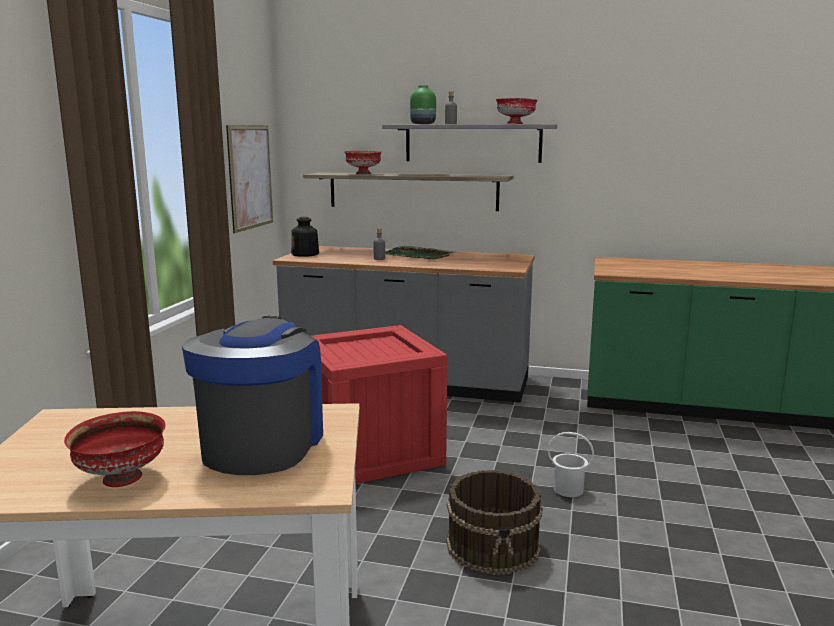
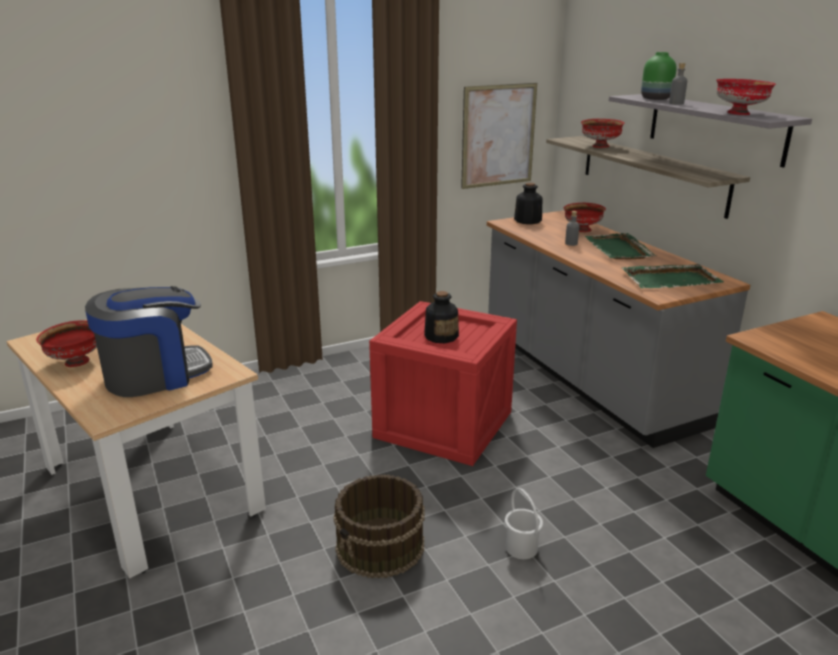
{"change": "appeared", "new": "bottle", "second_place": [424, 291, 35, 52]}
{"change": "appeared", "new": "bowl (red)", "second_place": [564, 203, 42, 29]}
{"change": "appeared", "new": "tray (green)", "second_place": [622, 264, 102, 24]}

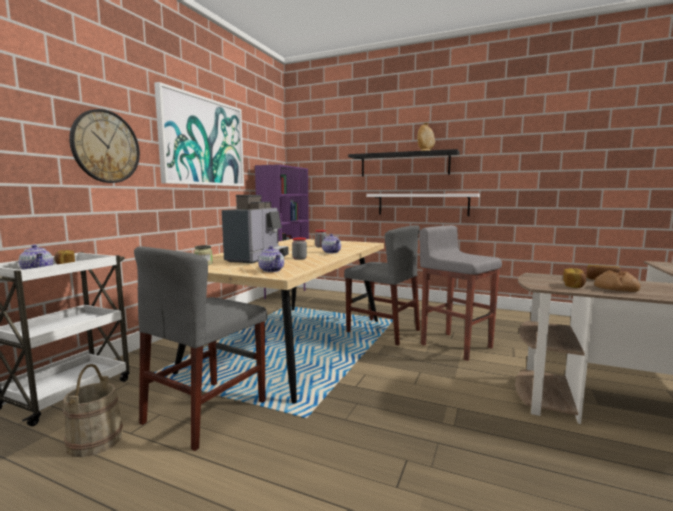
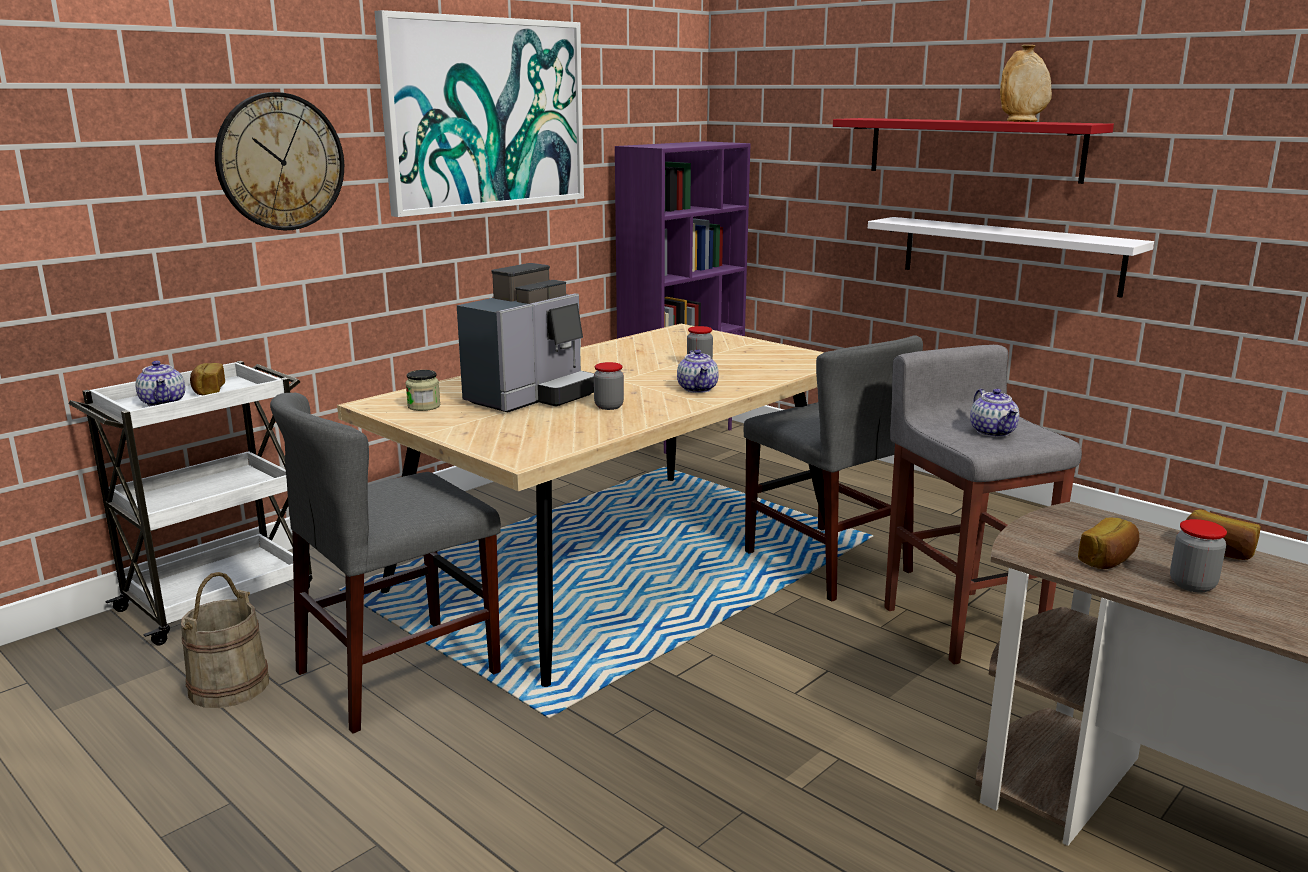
{"change": "colour", "old": "shelf (black)", "new": "shelf (red)", "first_place": [348, 149, 112, 27], "second_place": [833, 118, 281, 66]}
{"change": "relocated", "old": "teapot", "first_place": [258, 246, 26, 26], "second_place": [970, 389, 49, 48]}
{"change": "exchanged", "old": "bread", "new": "jar", "first_place": [594, 270, 46, 22], "second_place": [1170, 519, 57, 74]}

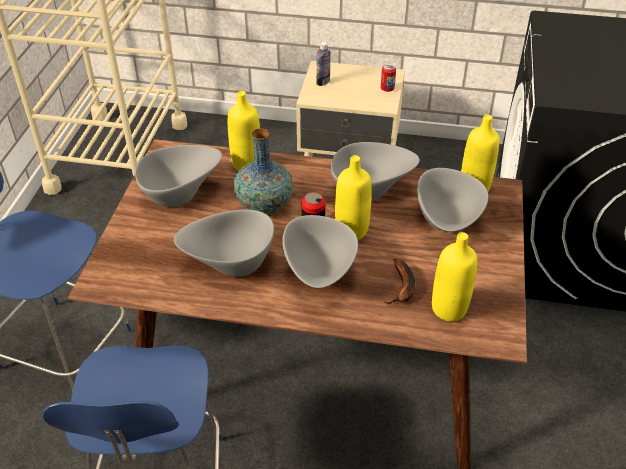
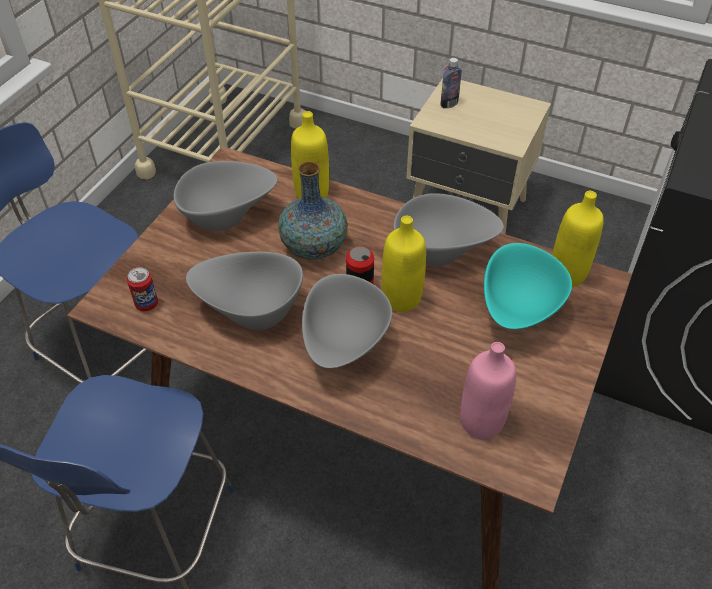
{"change": "relocated", "old": "can", "first_place": [381, 63, 15, 29], "second_place": [127, 267, 31, 44]}
{"change": "colour", "old": "bottle (yellow)", "new": "bottle (pink)", "first_place": [432, 232, 46, 90], "second_place": [460, 342, 56, 98]}
{"change": "colour", "old": "bowl (grey)", "new": "bowl (turquoise)", "first_place": [417, 168, 71, 64], "second_place": [484, 243, 88, 86]}
{"change": "missing", "old": "banana", "first_place": [385, 258, 30, 47]}

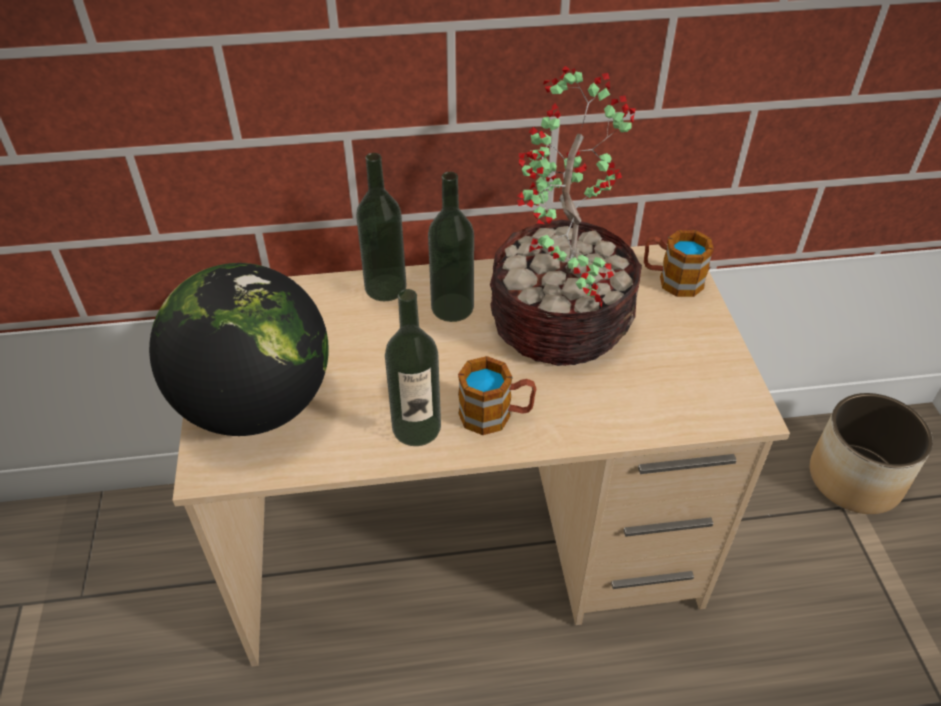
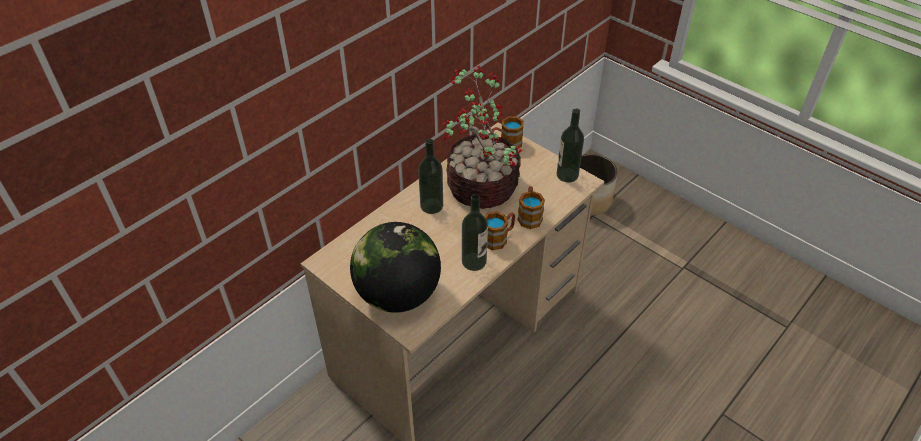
{"change": "appeared", "new": "mug", "second_place": [517, 186, 28, 43]}
{"change": "relocated", "old": "bottle", "first_place": [356, 153, 51, 148], "second_place": [557, 108, 27, 75]}

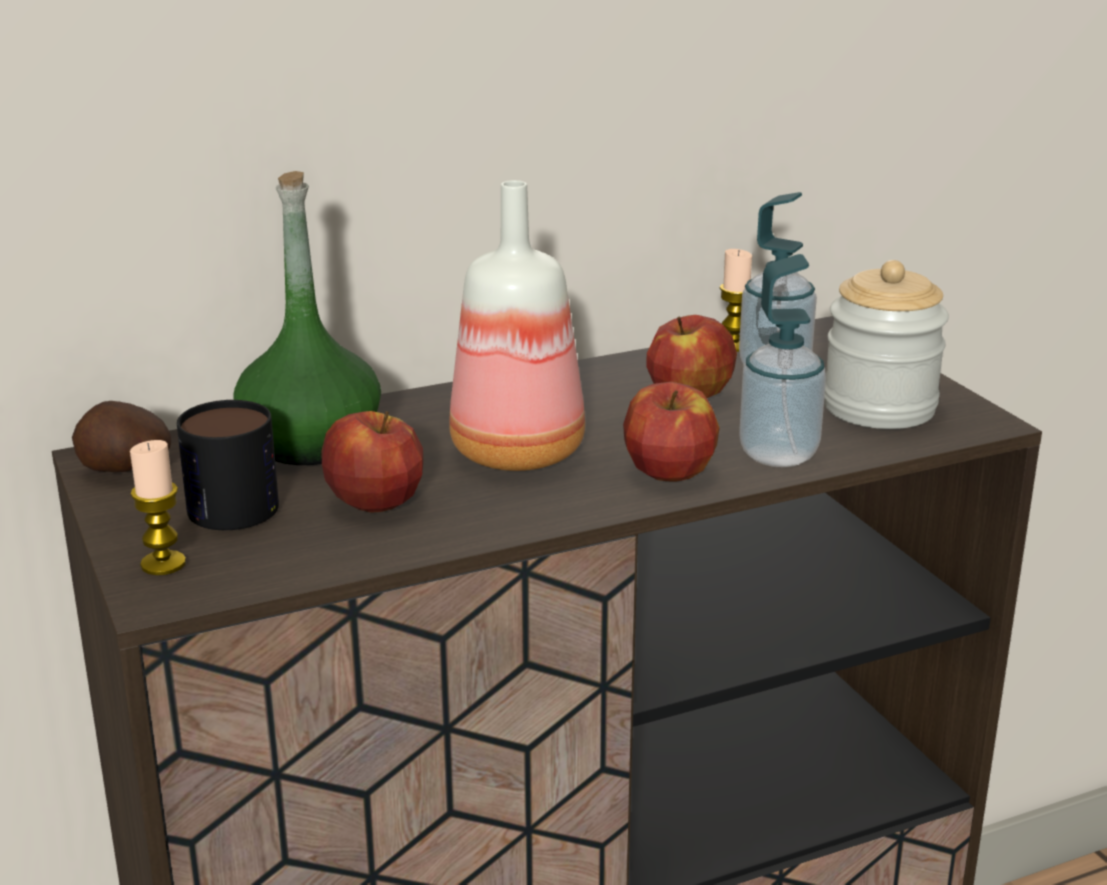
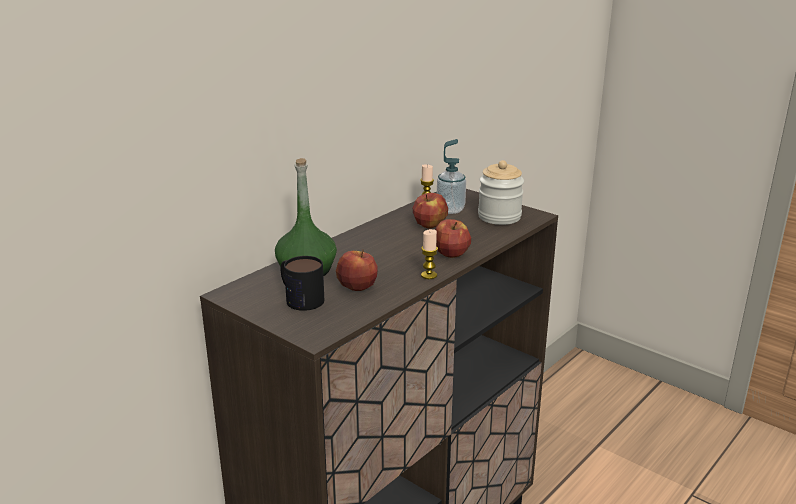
{"change": "relocated", "old": "candle", "first_place": [130, 440, 56, 135], "second_place": [421, 229, 17, 50]}
{"change": "missing", "old": "potato", "first_place": [72, 401, 99, 71]}
{"change": "missing", "old": "bottle", "first_place": [449, 180, 136, 291]}
{"change": "missing", "old": "soap dispenser", "first_place": [739, 254, 87, 213]}

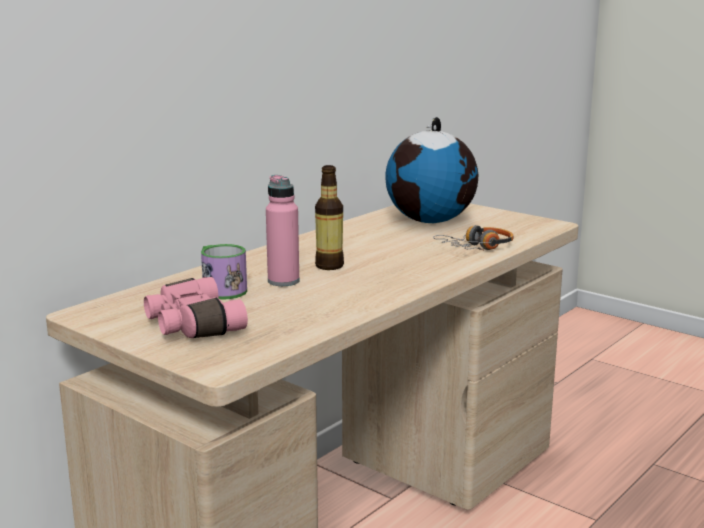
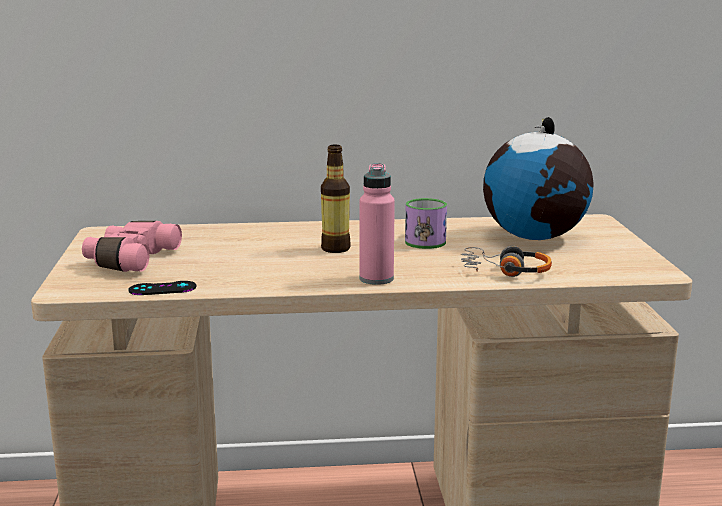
{"change": "appeared", "new": "game controller (black)", "second_place": [128, 281, 68, 14]}
{"change": "relocated", "old": "bottle (pink)", "first_place": [266, 175, 33, 111], "second_place": [360, 163, 35, 122]}
{"change": "relocated", "old": "mug", "first_place": [201, 244, 46, 56], "second_place": [405, 198, 42, 51]}

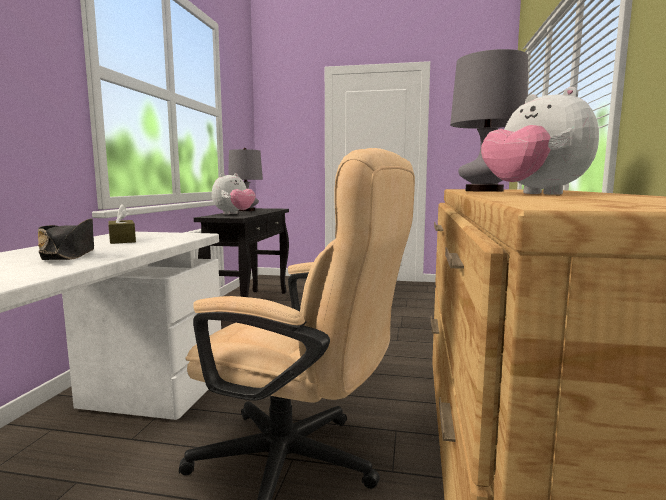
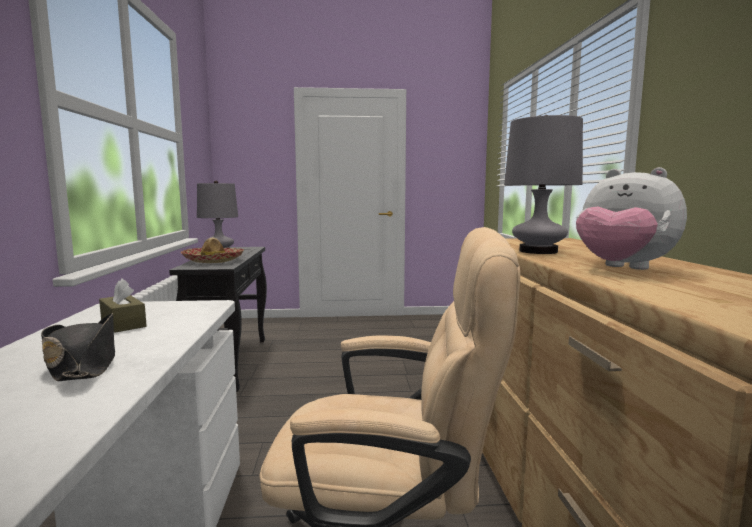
{"change": "exchanged", "old": "plush toy", "new": "hat", "first_place": [212, 173, 44, 42], "second_place": [181, 237, 63, 26]}

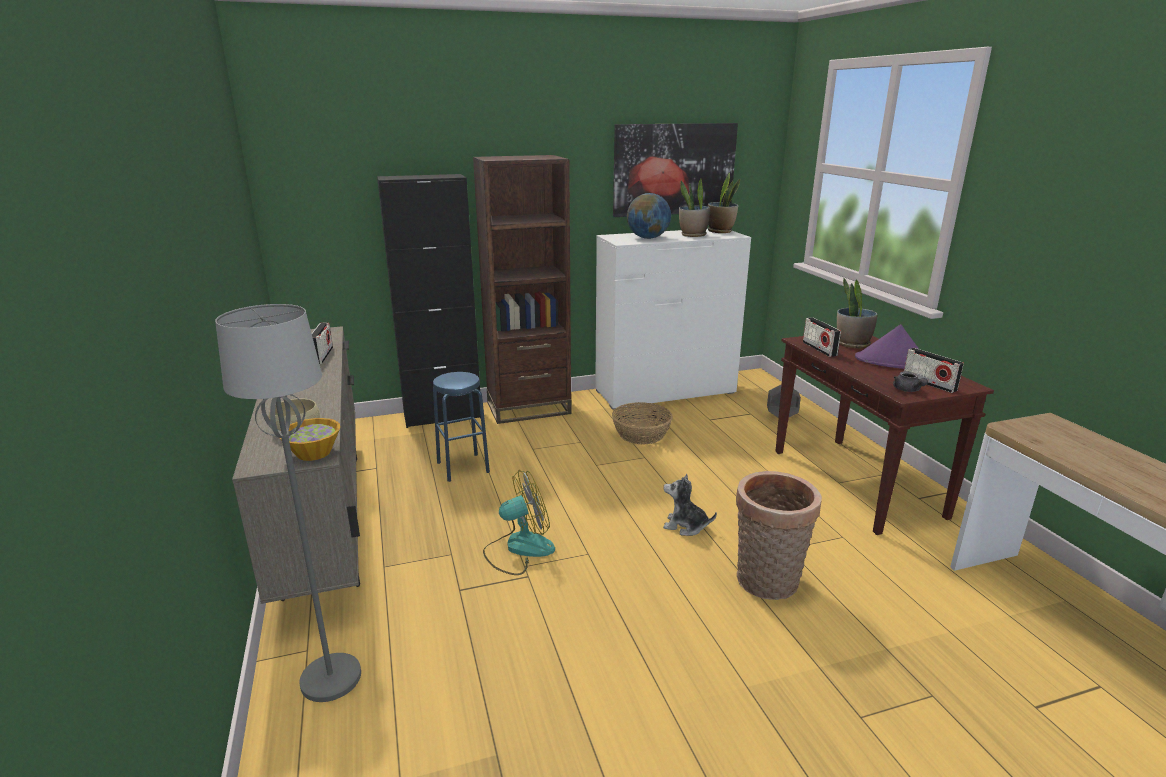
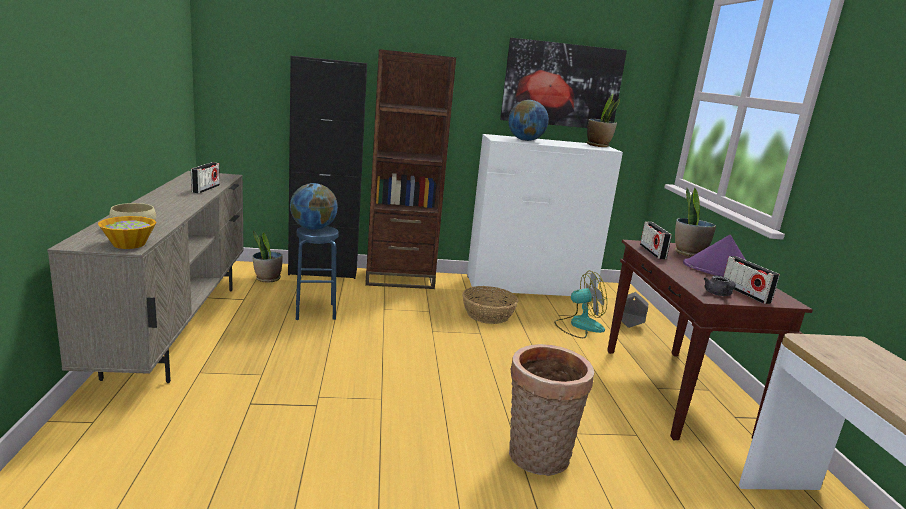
{"change": "relocated", "old": "potted plant", "first_place": [679, 179, 31, 58], "second_place": [252, 231, 30, 52]}
{"change": "appeared", "new": "globe", "second_place": [290, 183, 48, 47]}
{"change": "relocated", "old": "fan", "first_place": [483, 470, 72, 105], "second_place": [554, 271, 53, 67]}
{"change": "missing", "old": "floor lamp (grey)", "first_place": [215, 304, 146, 398]}
{"change": "missing", "old": "plush toy", "first_place": [663, 474, 54, 62]}

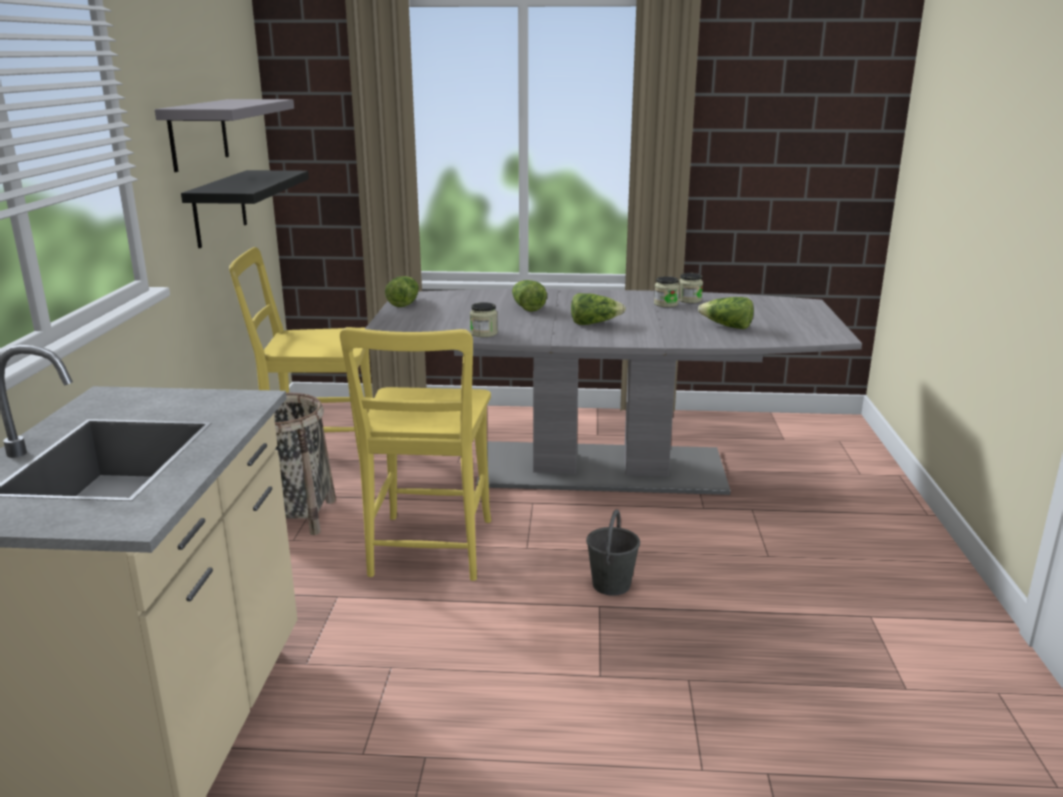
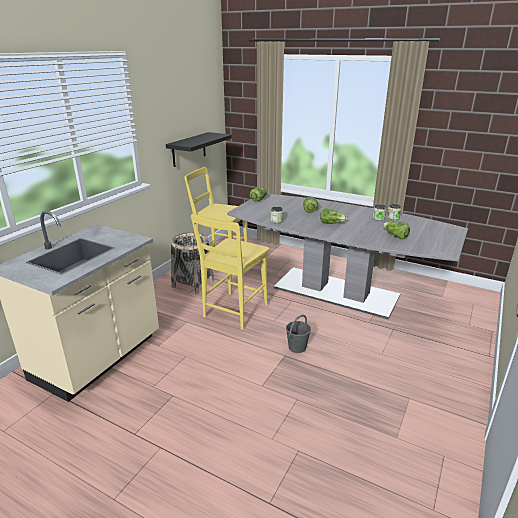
{"change": "missing", "old": "shelf (grey)", "first_place": [155, 99, 139, 73]}

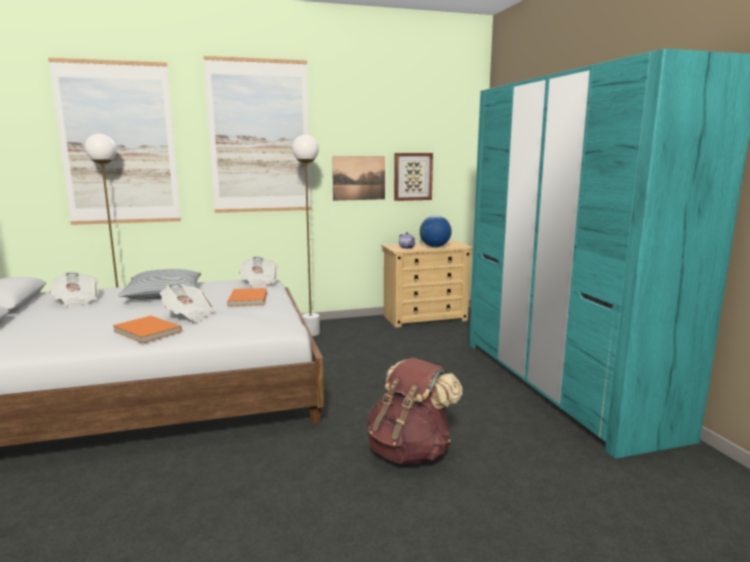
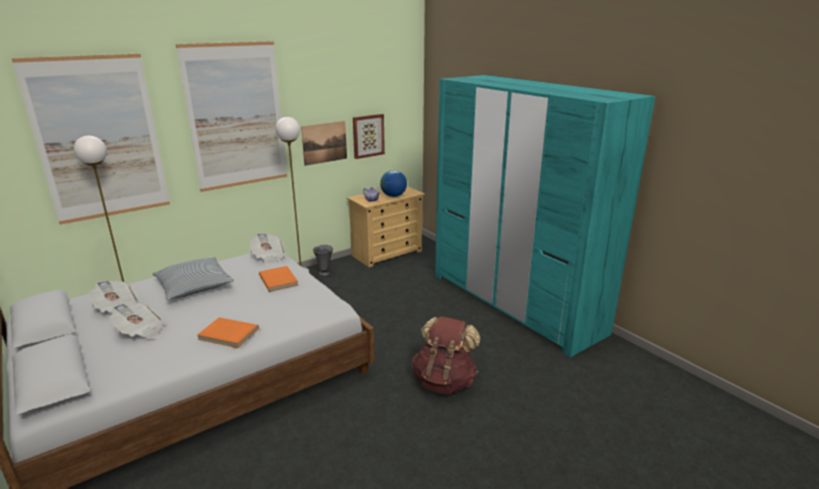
{"change": "relocated", "old": "newspaper", "first_place": [160, 283, 55, 38], "second_place": [109, 303, 56, 36]}
{"change": "appeared", "new": "vase (grey)", "second_place": [313, 245, 20, 31]}

